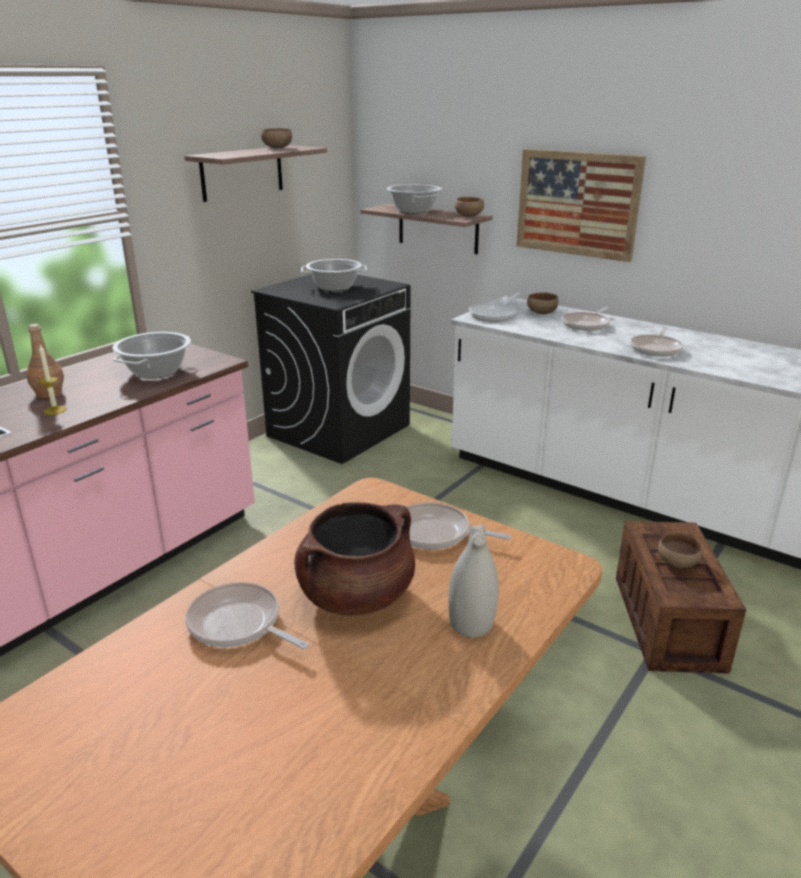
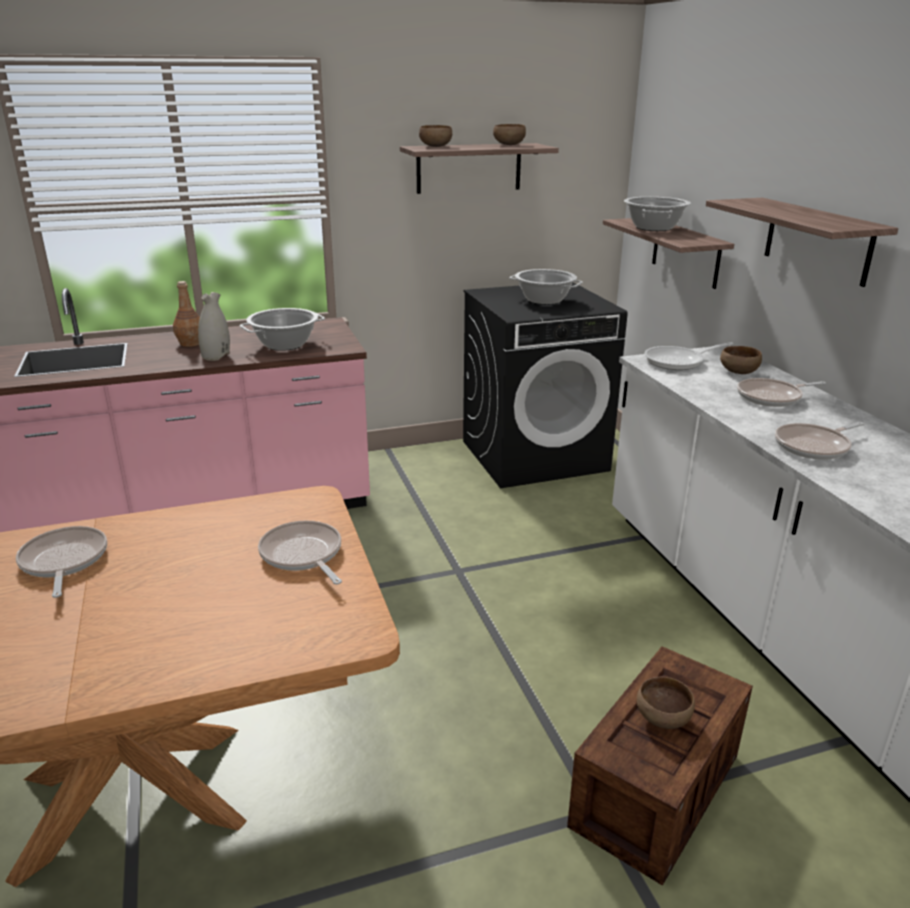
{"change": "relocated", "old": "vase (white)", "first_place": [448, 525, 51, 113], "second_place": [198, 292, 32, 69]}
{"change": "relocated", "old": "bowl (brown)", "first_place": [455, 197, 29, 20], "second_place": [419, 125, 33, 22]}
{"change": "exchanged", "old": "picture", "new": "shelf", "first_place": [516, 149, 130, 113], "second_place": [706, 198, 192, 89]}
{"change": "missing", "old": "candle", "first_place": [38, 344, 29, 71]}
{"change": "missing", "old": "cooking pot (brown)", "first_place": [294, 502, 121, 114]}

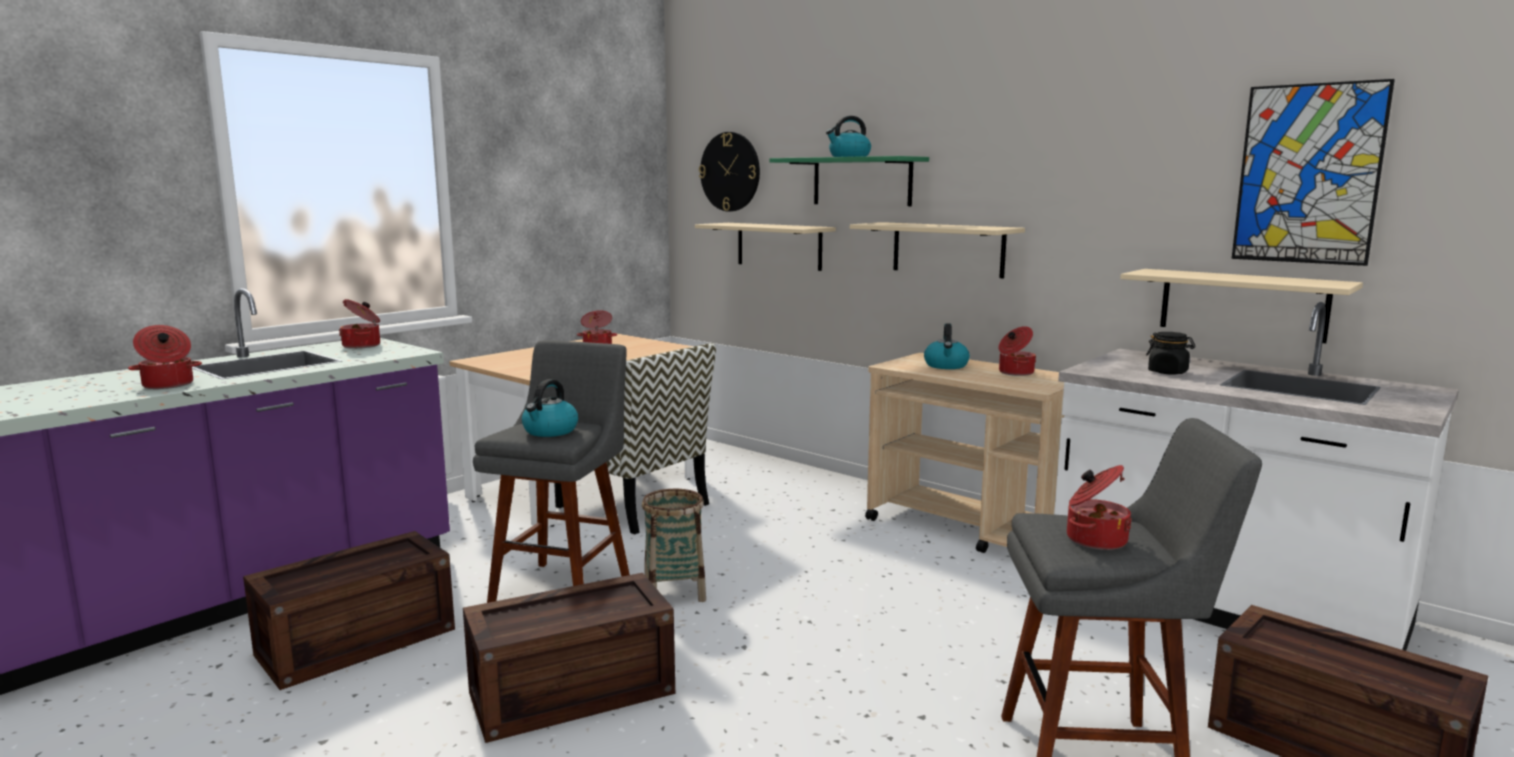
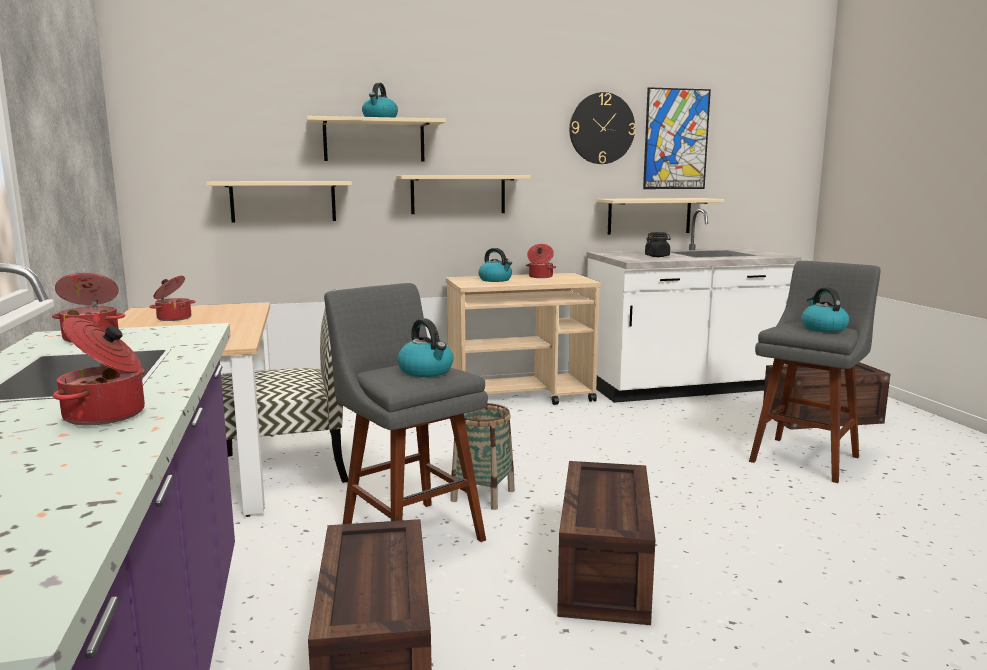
{"change": "colour", "old": "shelf (green)", "new": "shelf (beige)", "first_place": [770, 156, 159, 50], "second_place": [307, 116, 139, 45]}
{"change": "relocated", "old": "wall clock", "first_place": [699, 132, 61, 80], "second_place": [569, 92, 66, 72]}
{"change": "exchanged", "old": "cooking pot", "new": "kettle", "first_place": [1067, 465, 65, 85], "second_place": [801, 287, 48, 45]}

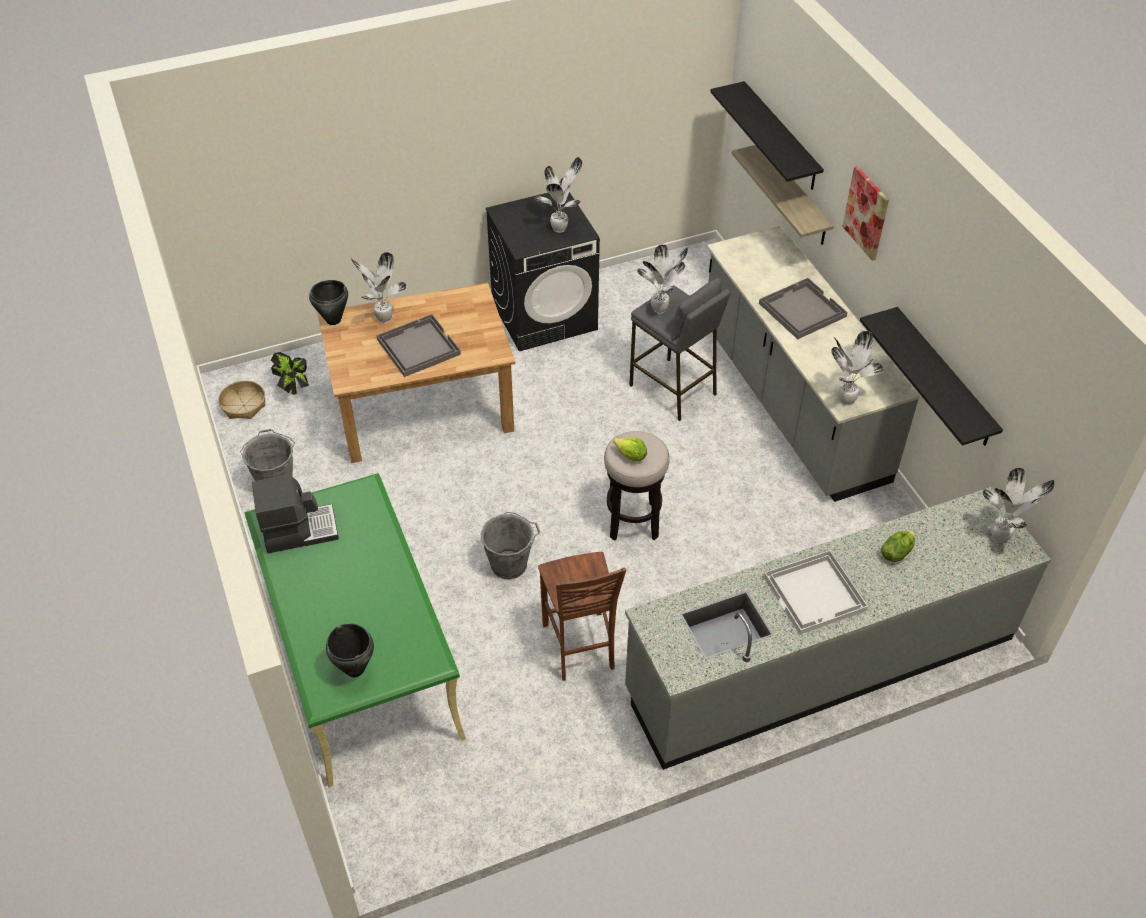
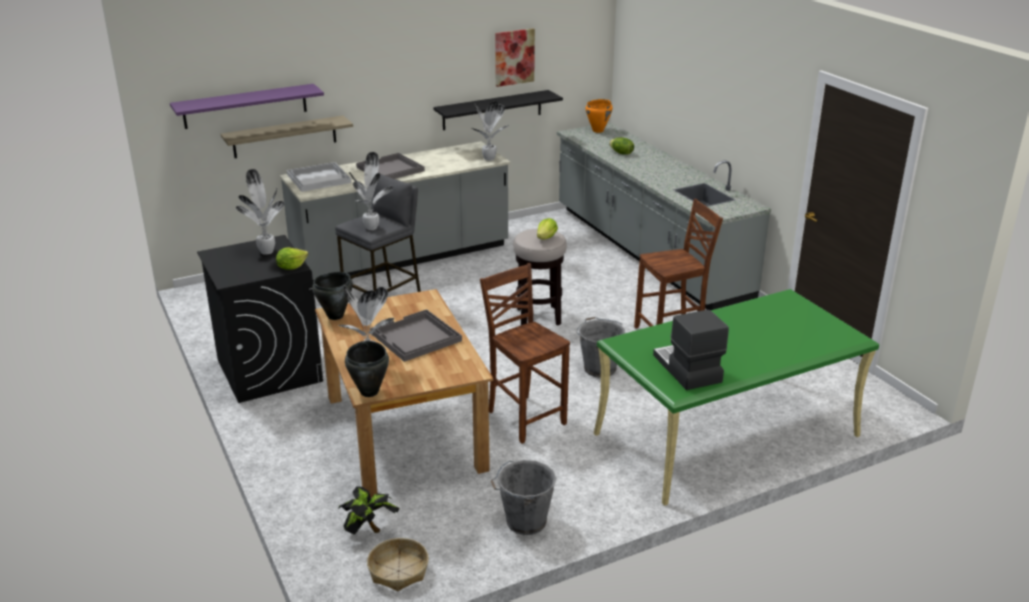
{"change": "colour", "old": "shelf (black)", "new": "shelf (purple)", "first_place": [710, 81, 114, 109], "second_place": [170, 84, 154, 45]}
{"change": "appeared", "new": "lettuce", "second_place": [276, 247, 32, 23]}
{"change": "relocated", "old": "tray (white)", "first_place": [764, 550, 104, 84], "second_place": [287, 162, 64, 30]}
{"change": "relocated", "old": "cooking pot (black)", "first_place": [326, 623, 48, 54], "second_place": [312, 272, 41, 48]}
{"change": "appeared", "new": "chair (brown)", "second_place": [480, 263, 90, 181]}
{"change": "relocated", "old": "picture", "first_place": [842, 166, 47, 95], "second_place": [495, 28, 40, 59]}
{"change": "exchanged", "old": "potted plant", "new": "cooking pot (orange)", "first_place": [983, 467, 72, 76], "second_place": [586, 99, 27, 34]}

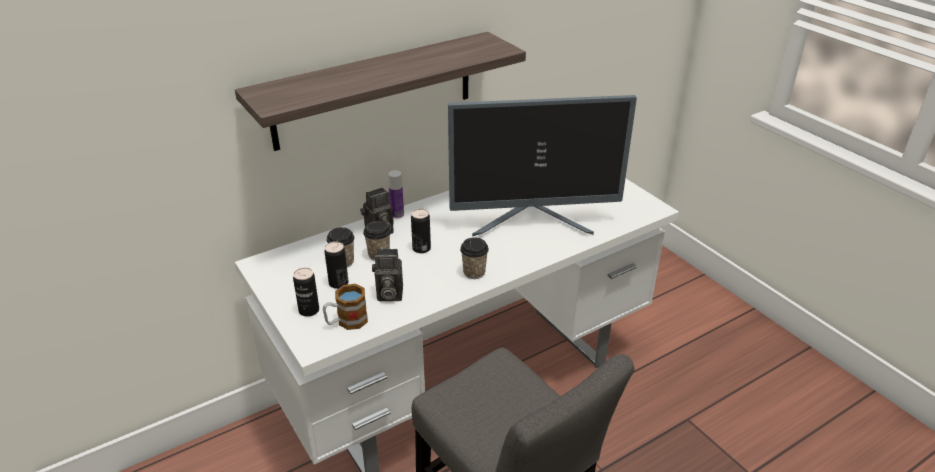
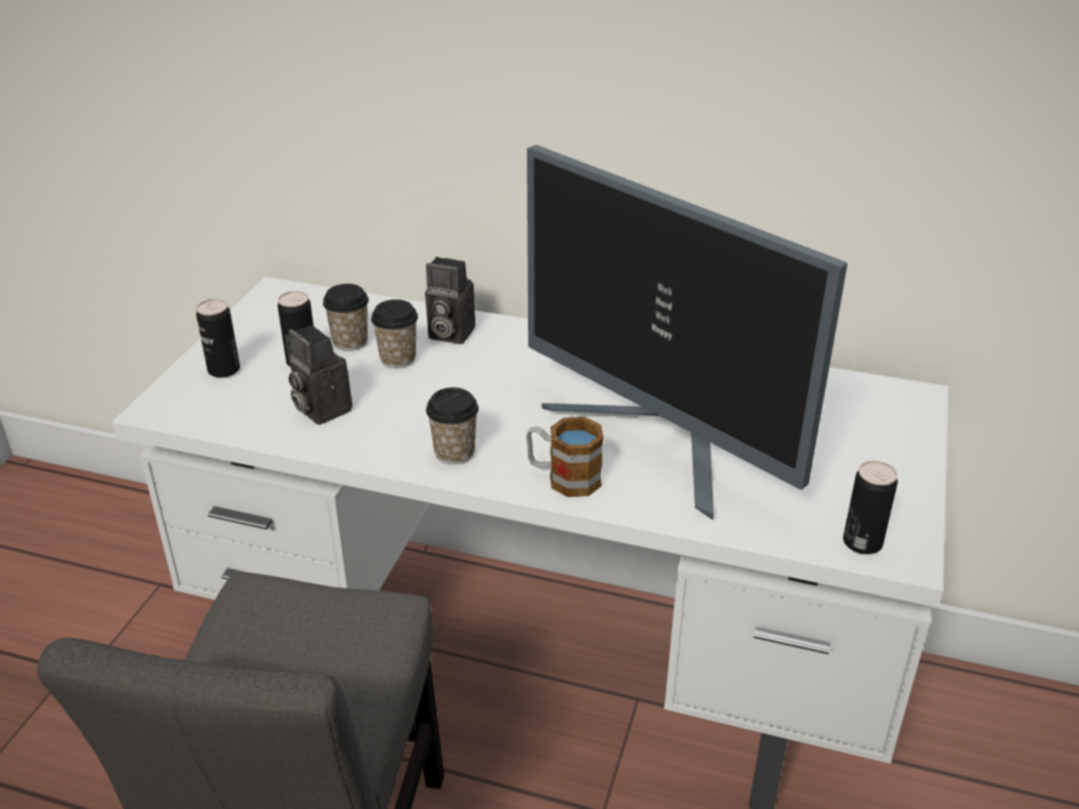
{"change": "relocated", "old": "mug", "first_place": [323, 284, 45, 46], "second_place": [526, 417, 78, 80]}
{"change": "relocated", "old": "can", "first_place": [411, 209, 20, 44], "second_place": [843, 460, 55, 94]}
{"change": "missing", "old": "shelf", "first_place": [235, 32, 291, 119]}
{"change": "missing", "old": "bottle", "first_place": [388, 170, 16, 49]}

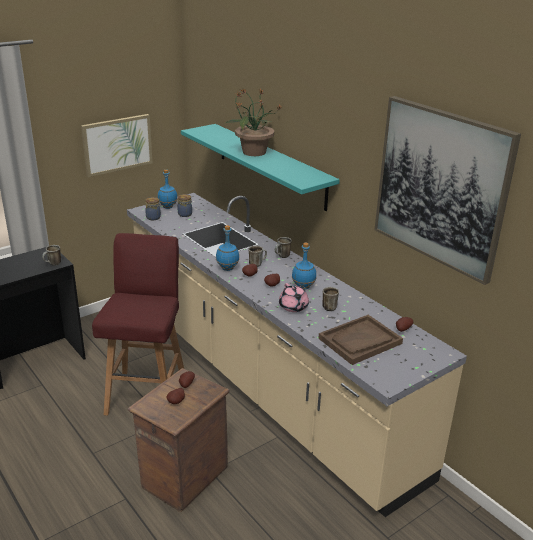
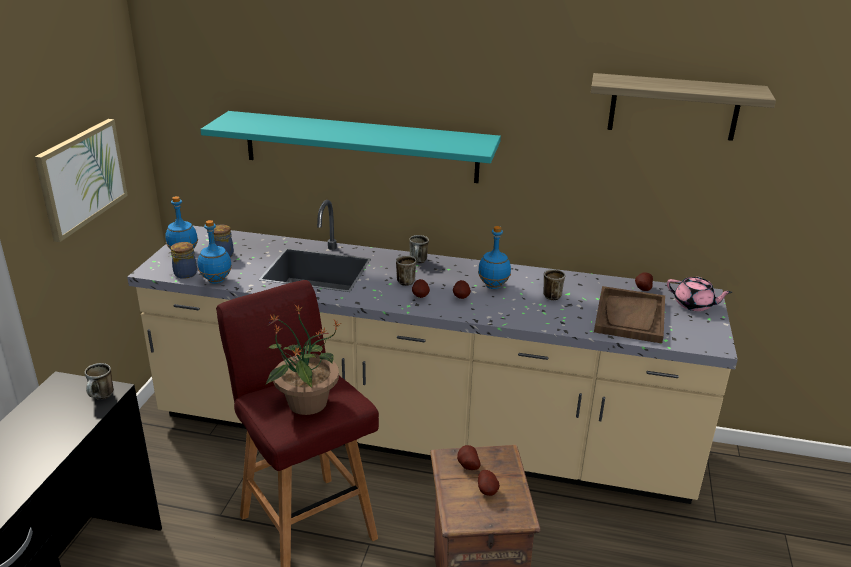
{"change": "relocated", "old": "bottle (blue)", "first_place": [216, 225, 24, 46], "second_place": [198, 220, 34, 64]}
{"change": "relocated", "old": "potted plant", "first_place": [226, 88, 55, 68], "second_place": [266, 304, 75, 111]}
{"change": "exchanged", "old": "picture", "new": "shelf", "first_place": [375, 96, 146, 189], "second_place": [591, 73, 185, 68]}
{"change": "relocated", "old": "teapot (pink)", "first_place": [279, 283, 30, 29], "second_place": [667, 277, 66, 34]}

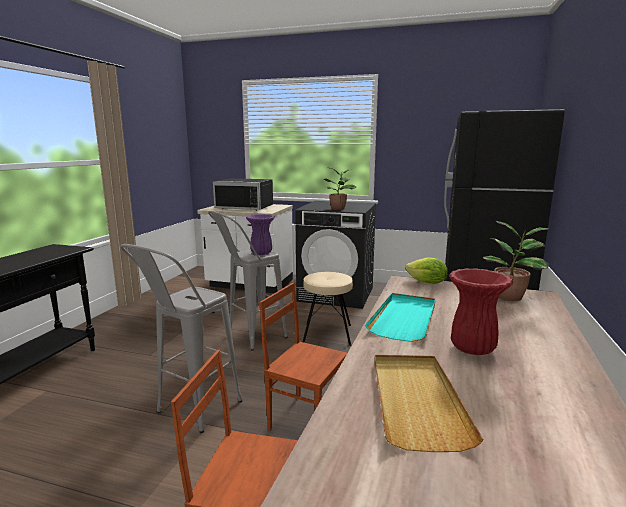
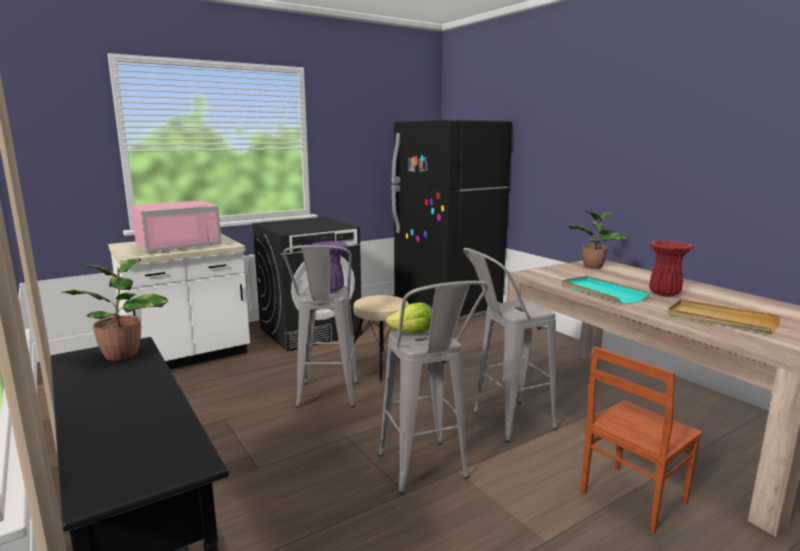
{"change": "relocated", "old": "potted plant", "first_place": [324, 167, 32, 43], "second_place": [62, 258, 106, 102]}
{"change": "colour", "old": "microwave (black)", "new": "microwave (pink)", "first_place": [213, 178, 60, 33], "second_place": [131, 201, 91, 51]}
{"change": "relocated", "old": "lettuce", "first_place": [405, 257, 43, 27], "second_place": [386, 302, 46, 31]}
{"change": "exchanged", "old": "chair (brown)", "new": "stool (grey)", "first_place": [260, 282, 87, 148], "second_place": [463, 248, 94, 194]}

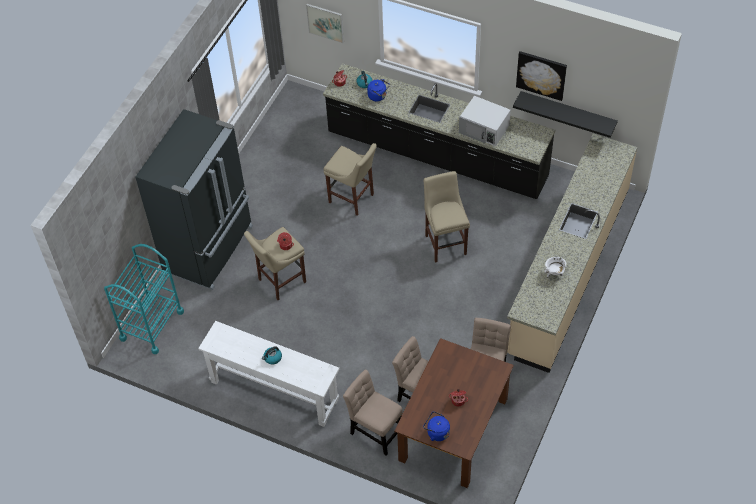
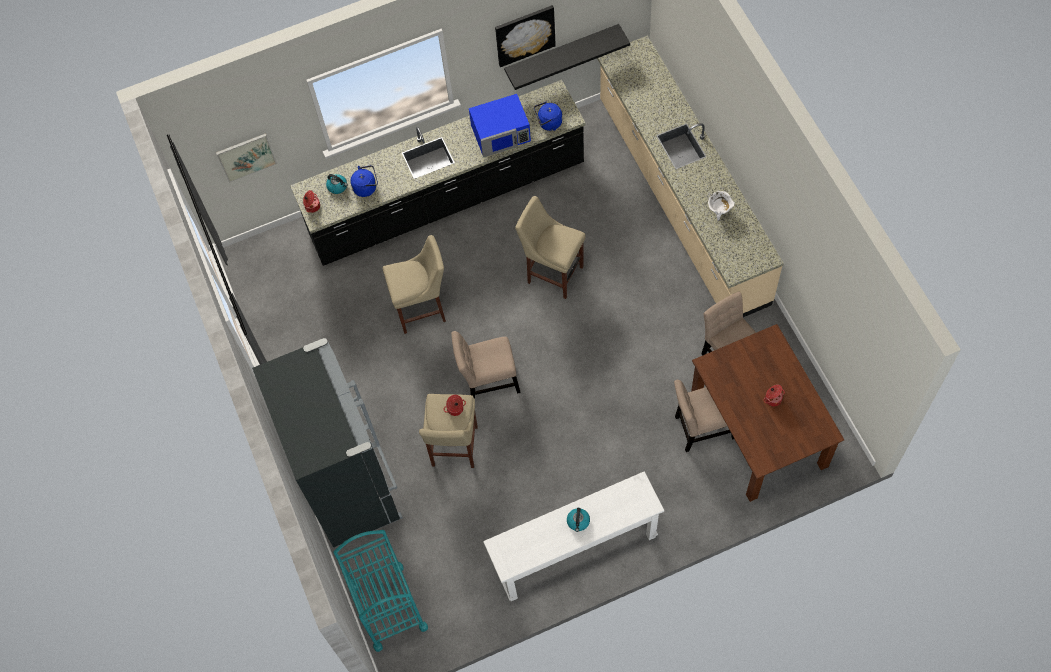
{"change": "relocated", "old": "chair (beige)", "first_place": [343, 370, 60, 85], "second_place": [451, 331, 70, 68]}
{"change": "colour", "old": "microwave (white)", "new": "microwave (blue)", "first_place": [459, 96, 52, 50], "second_place": [469, 94, 62, 64]}
{"change": "relocated", "old": "kettle (blue)", "first_place": [423, 411, 27, 30], "second_place": [534, 102, 28, 29]}

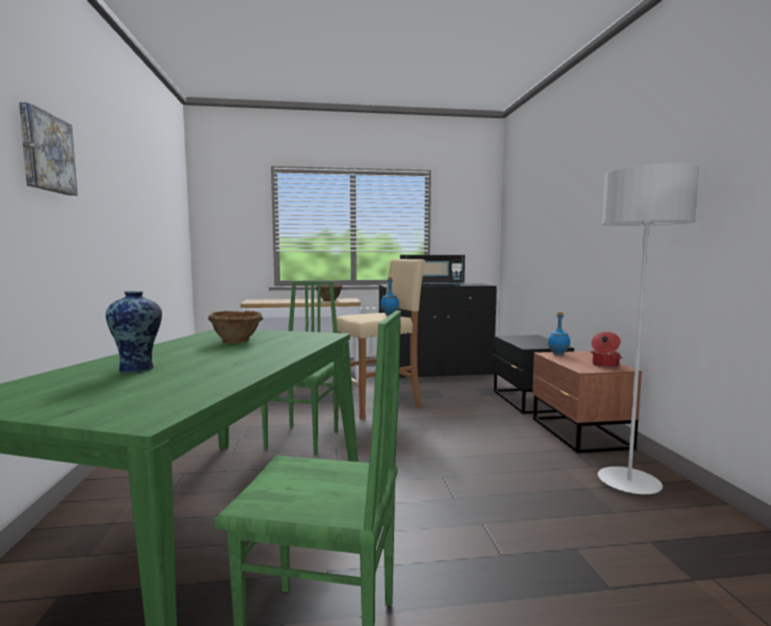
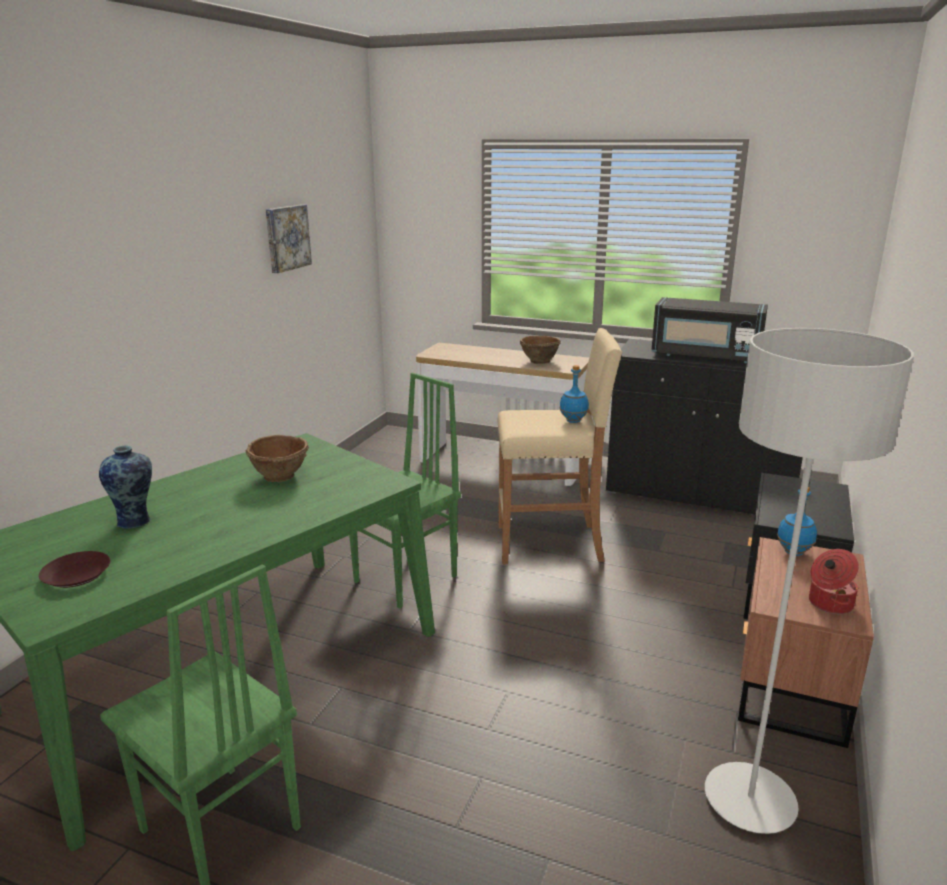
{"change": "appeared", "new": "plate (brown)", "second_place": [39, 551, 71, 37]}
{"change": "relocated", "old": "picture", "first_place": [19, 102, 59, 94], "second_place": [266, 204, 46, 69]}

